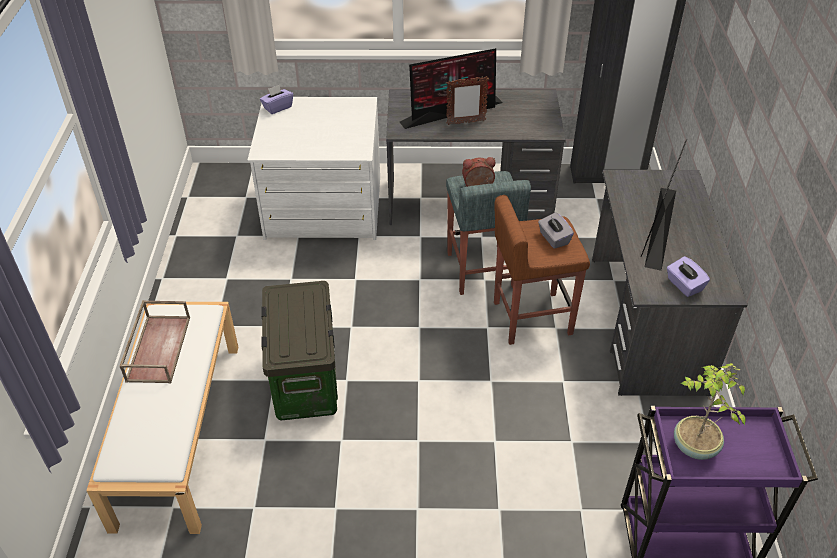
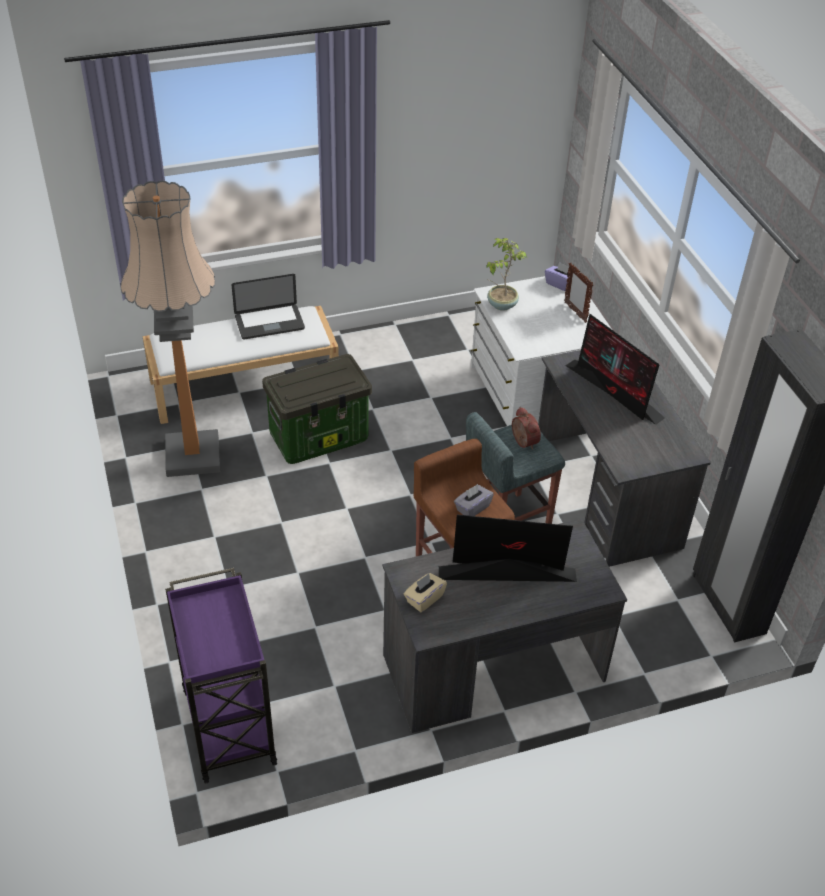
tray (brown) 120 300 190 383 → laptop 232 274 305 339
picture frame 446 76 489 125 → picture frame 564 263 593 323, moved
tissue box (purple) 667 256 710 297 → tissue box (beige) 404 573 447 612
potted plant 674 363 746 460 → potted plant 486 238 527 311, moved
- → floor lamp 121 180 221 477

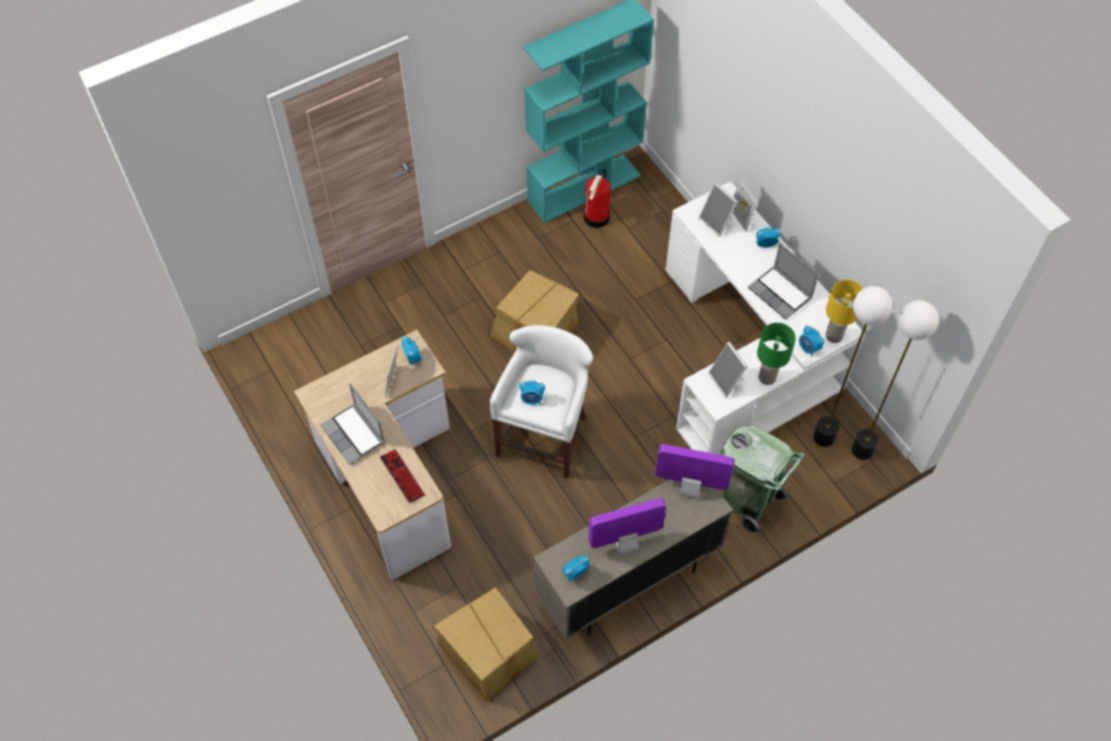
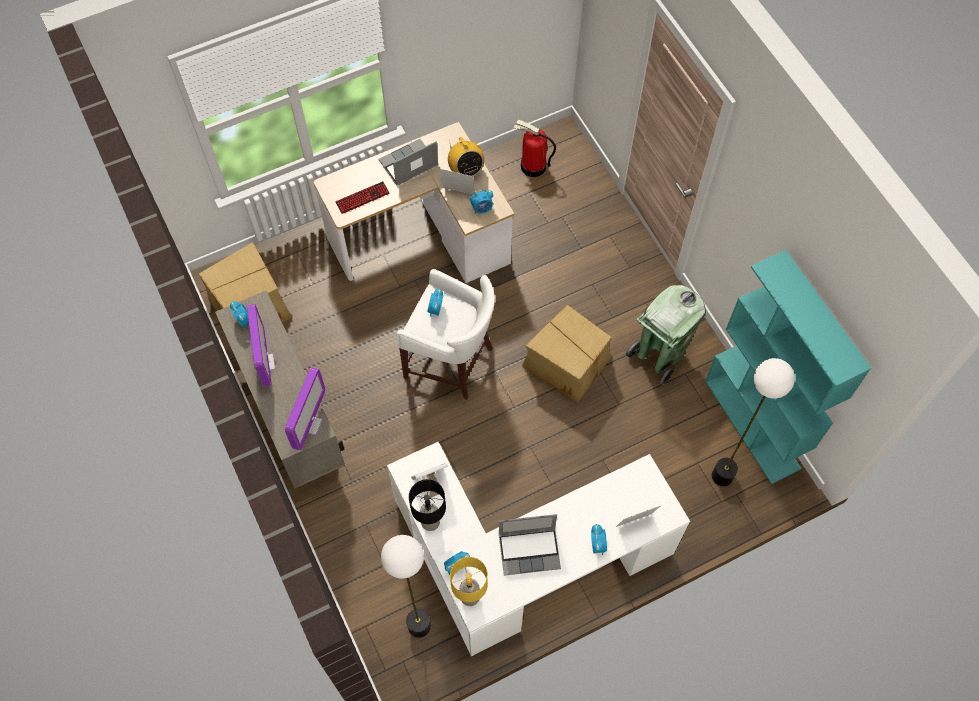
fire extinguisher 584 168 610 228 → fire extinguisher 513 120 556 177, moved
picture frame 699 183 737 237 → -
trash can (green) 721 426 805 535 → trash can (green) 626 285 706 385, moved
laptop 748 243 819 320 → laptop 499 514 561 576, 150 degrees counterclockwise
table lamp (green) 757 323 796 385 → table lamp (black) 409 479 446 531
floor lamp 852 300 939 460 → floor lamp 712 358 795 486, moved
- → radio 448 137 484 176

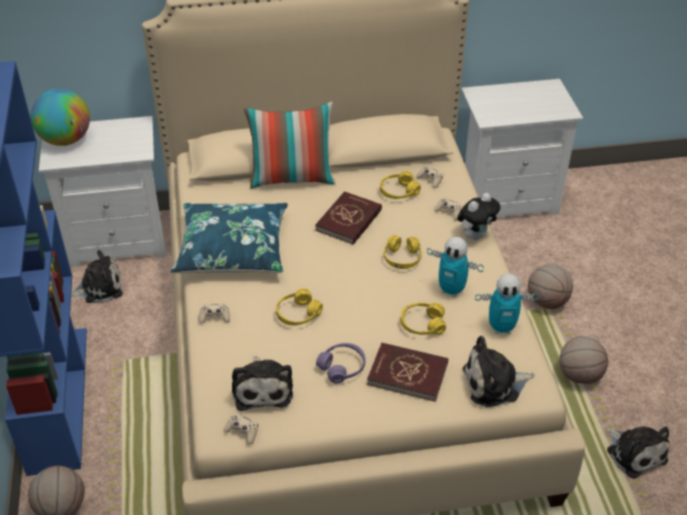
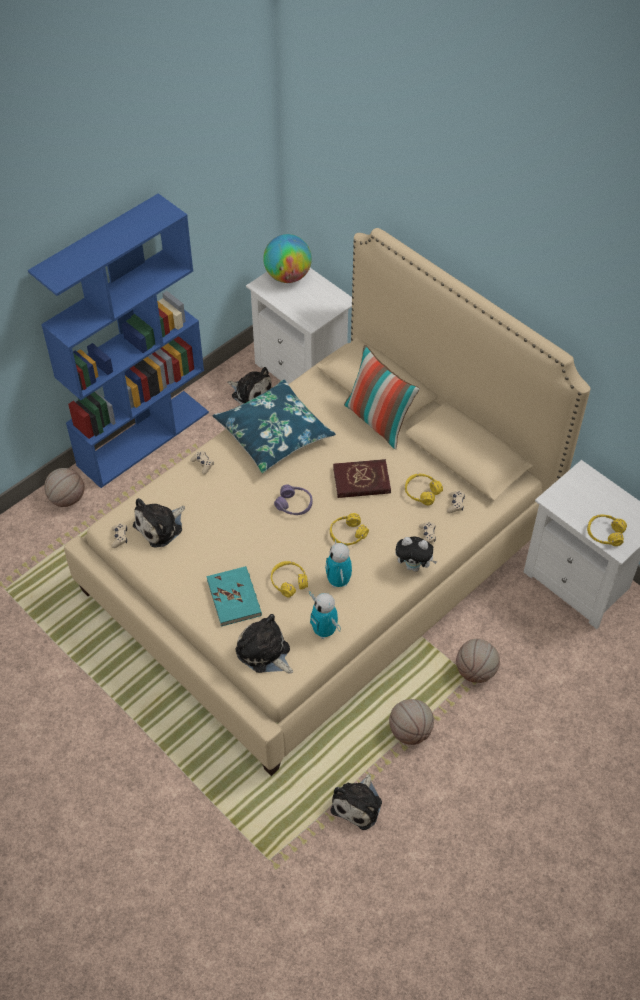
headphones (yellow) 276 288 323 325 → headphones (yellow) 587 514 627 546, moved
headphones (purple) 316 343 365 384 → headphones (purple) 274 485 312 515, moved
book (red) 367 343 448 402 → book (turquoise) 207 566 262 627

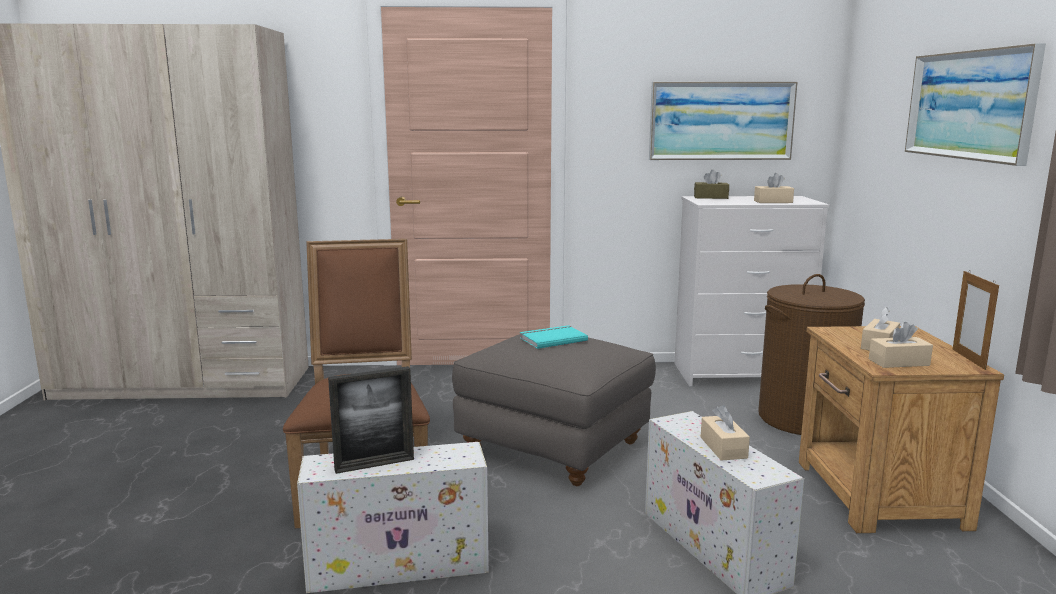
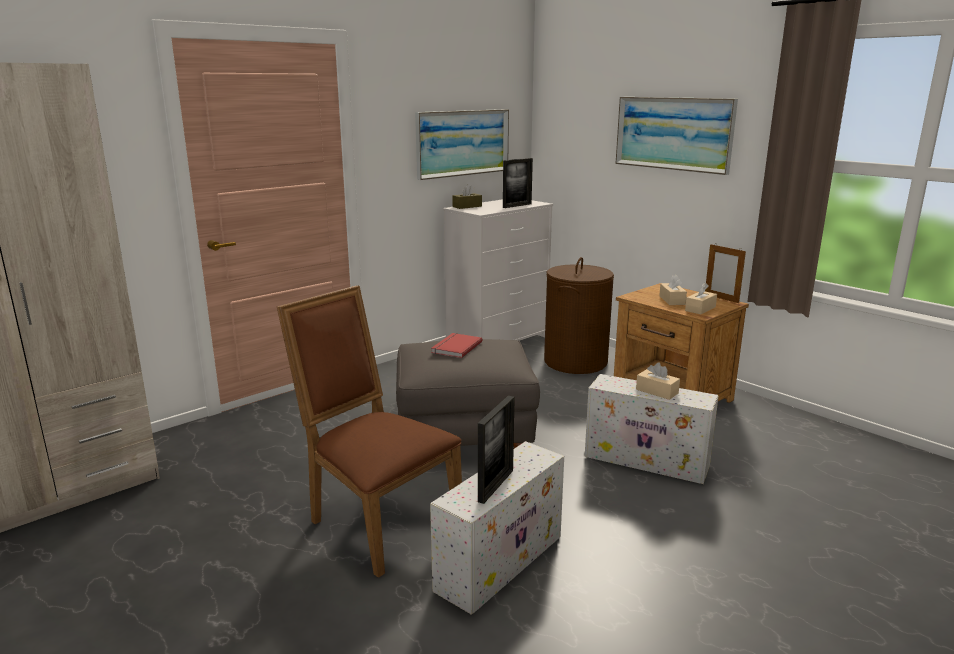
book (turquoise) 520 325 588 349 → book (red) 431 333 482 358
tissue box (beige) 754 173 794 203 → picture frame 503 158 533 208

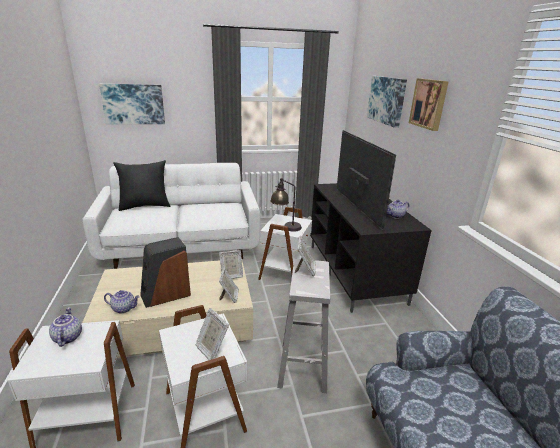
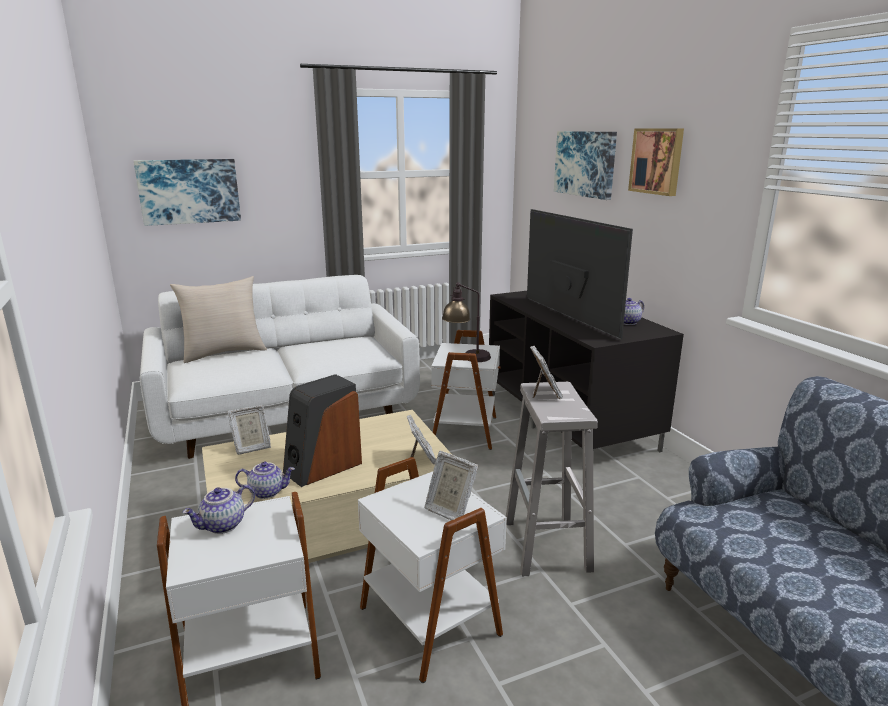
teapot 49 307 82 347 → teapot 182 485 255 534, 105 degrees counterclockwise
pillow (black) 113 160 171 211 → pillow (beige) 170 276 267 363
picture frame 219 250 243 279 → picture frame 227 405 271 455, moved

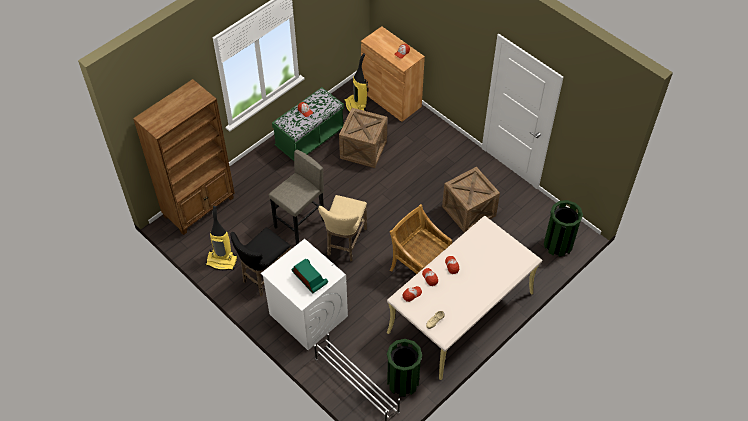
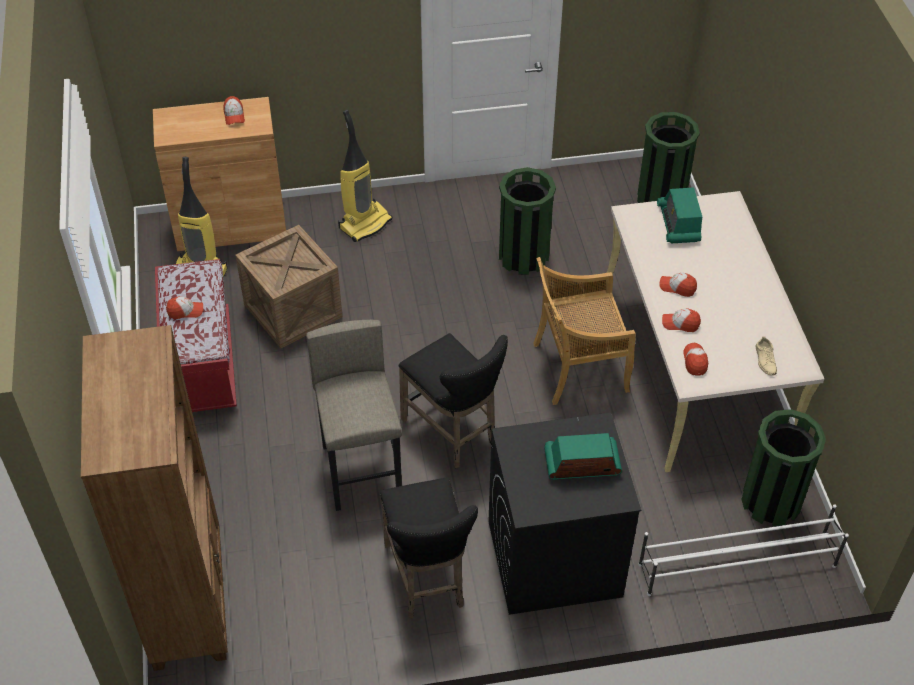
vacuum cleaner 206 206 238 270 → vacuum cleaner 338 110 393 242, moved
washing machine (white) 261 239 348 350 → washing machine (black) 489 412 641 615
bench (green) 272 87 344 161 → bench (red) 155 259 237 412
stool (beige) 318 195 367 261 → stool (black) 398 333 508 468
crate 442 167 500 233 → trash can (green) 499 167 556 275
- → radio 657 187 702 243

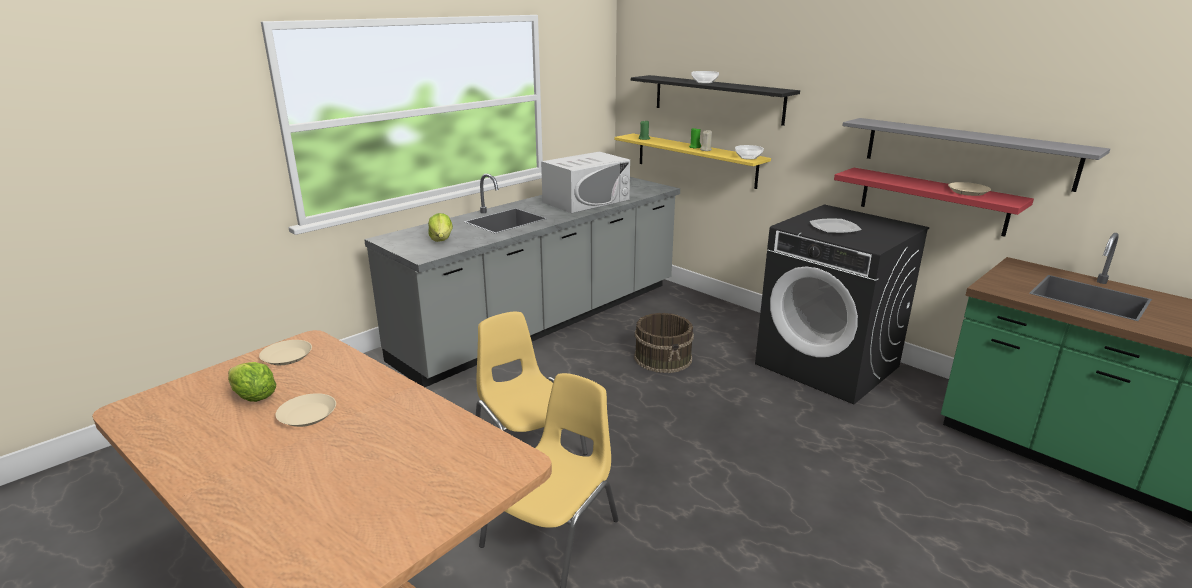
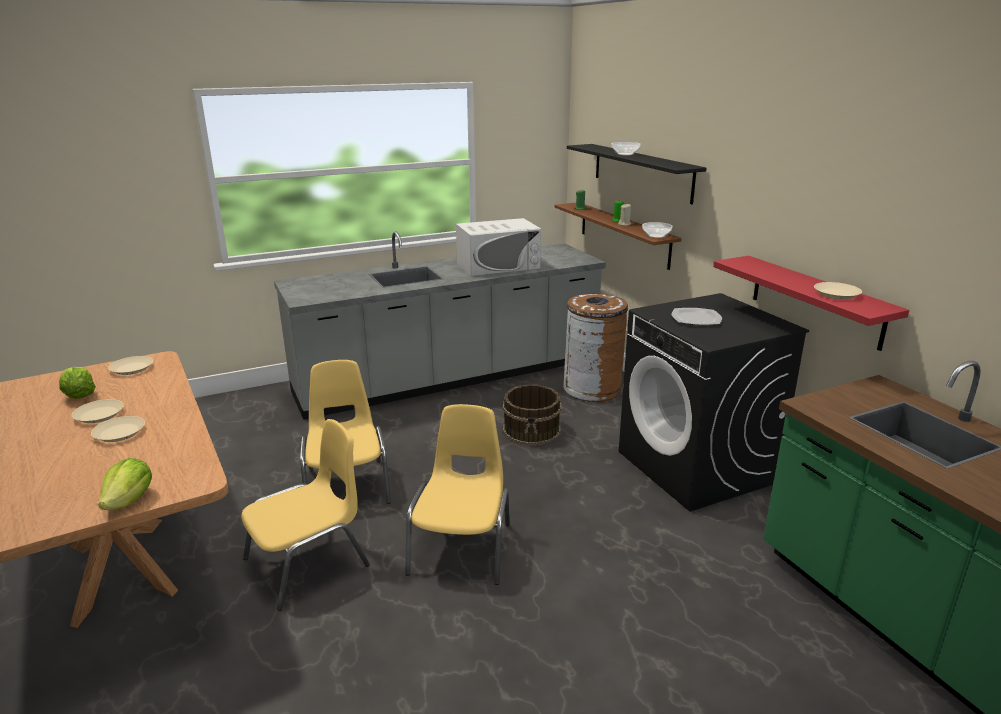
lettuce 428 213 453 242 → lettuce 98 458 152 510, moved
shelf (yellow) 614 133 771 189 → shelf (brown) 554 203 682 270
shelf (grey) 842 118 1110 192 → -
- → plate (beige) 91 416 145 442
- → chair (yellow) 405 404 510 585
- → trash can (brown) 563 294 628 402

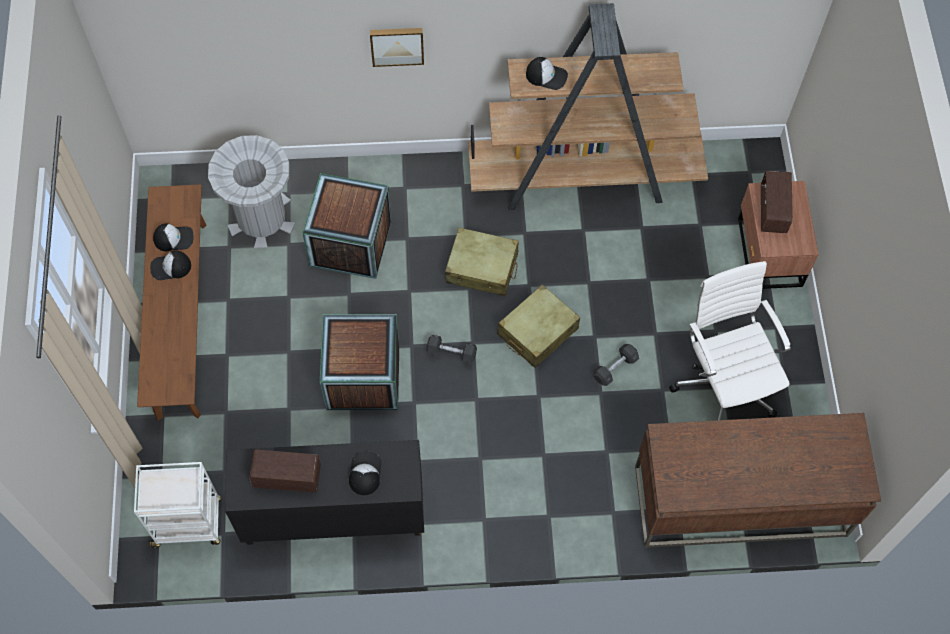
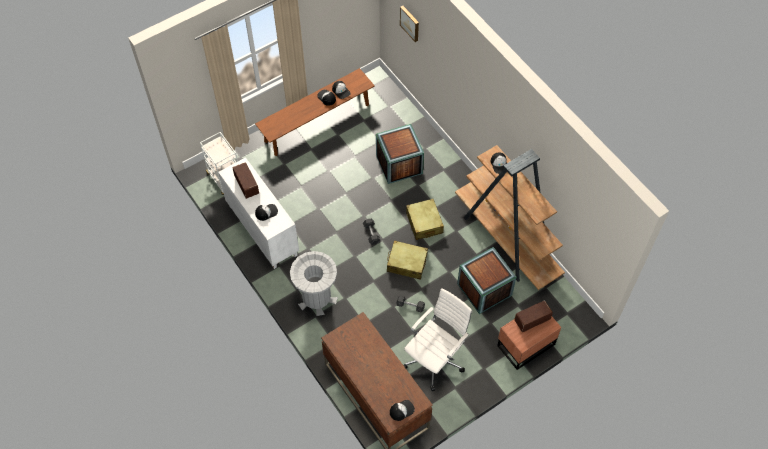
trash can (grey) 208 135 296 249 → trash can (grey) 290 251 338 316, moved
cabinet (black) 225 440 424 545 → cabinet (white) 218 157 299 269
crate 320 314 399 410 → crate 457 247 516 314, moved
picture 370 28 424 67 → picture 400 6 419 42, moved
- → cap 390 400 415 421

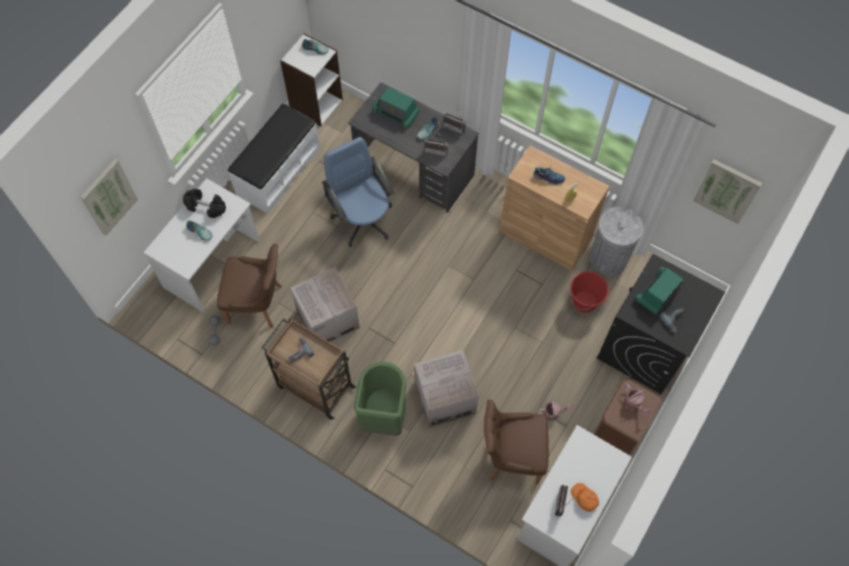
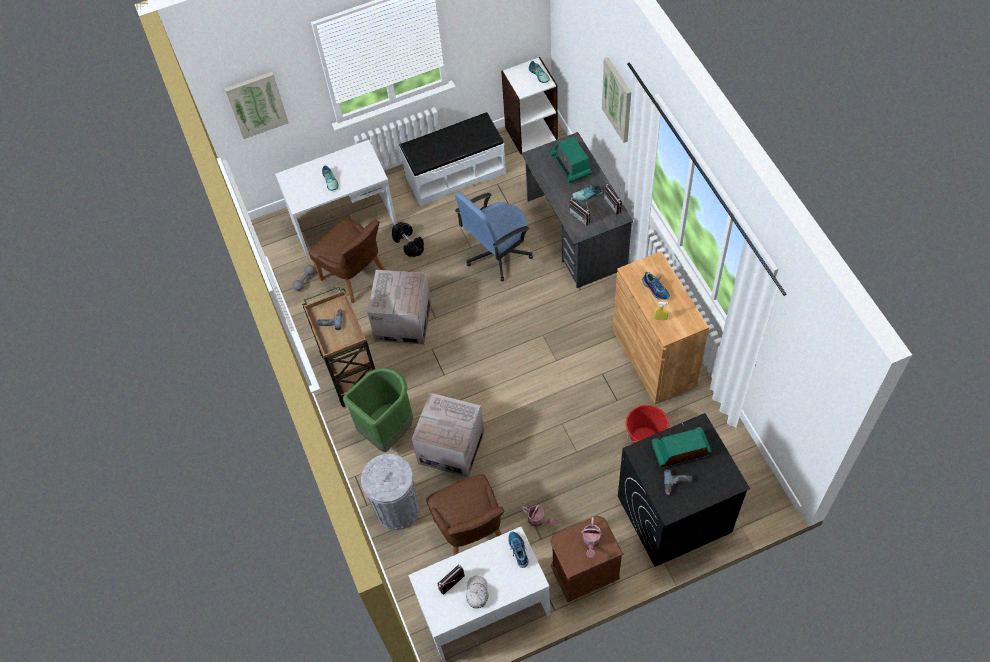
dumbbell (black) 183 189 226 218 → dumbbell (black) 392 222 424 257, moved
office chair (blue) 322 137 394 247 → office chair (blue) 455 192 533 281, 135 degrees counterclockwise
chair (brown) 484 399 549 484 → chair (brown) 426 474 504 555, 150 degrees counterclockwise
cap (orange) 571 483 599 512 → cap (white) 466 576 489 608
trash can (grey) 590 207 643 276 → trash can (grey) 361 454 419 530, moved
picture 693 159 762 224 → picture 602 57 631 143, moved
- → shoe 508 531 529 568

